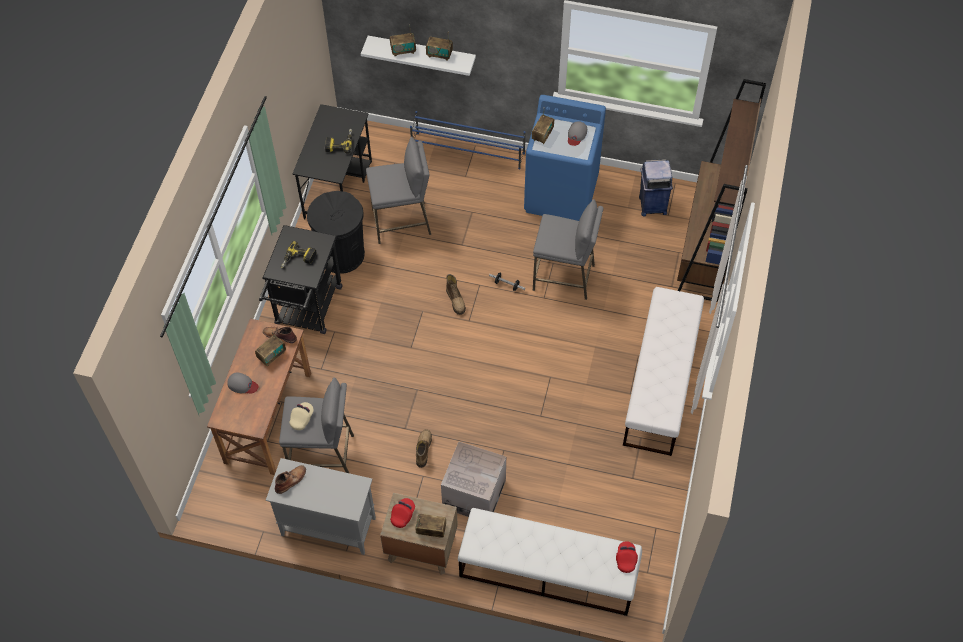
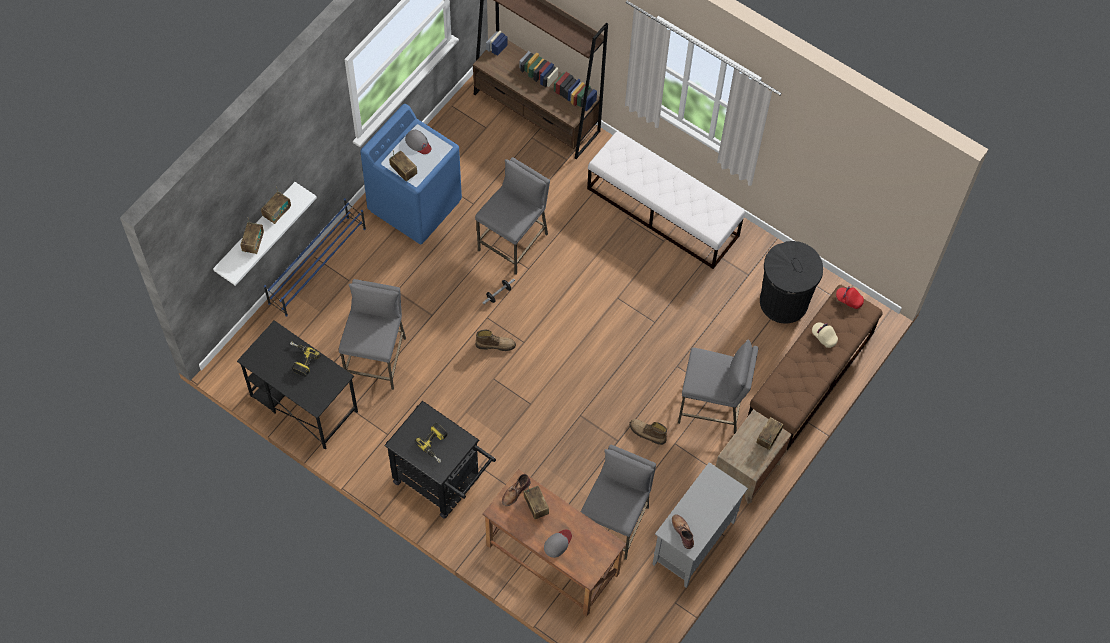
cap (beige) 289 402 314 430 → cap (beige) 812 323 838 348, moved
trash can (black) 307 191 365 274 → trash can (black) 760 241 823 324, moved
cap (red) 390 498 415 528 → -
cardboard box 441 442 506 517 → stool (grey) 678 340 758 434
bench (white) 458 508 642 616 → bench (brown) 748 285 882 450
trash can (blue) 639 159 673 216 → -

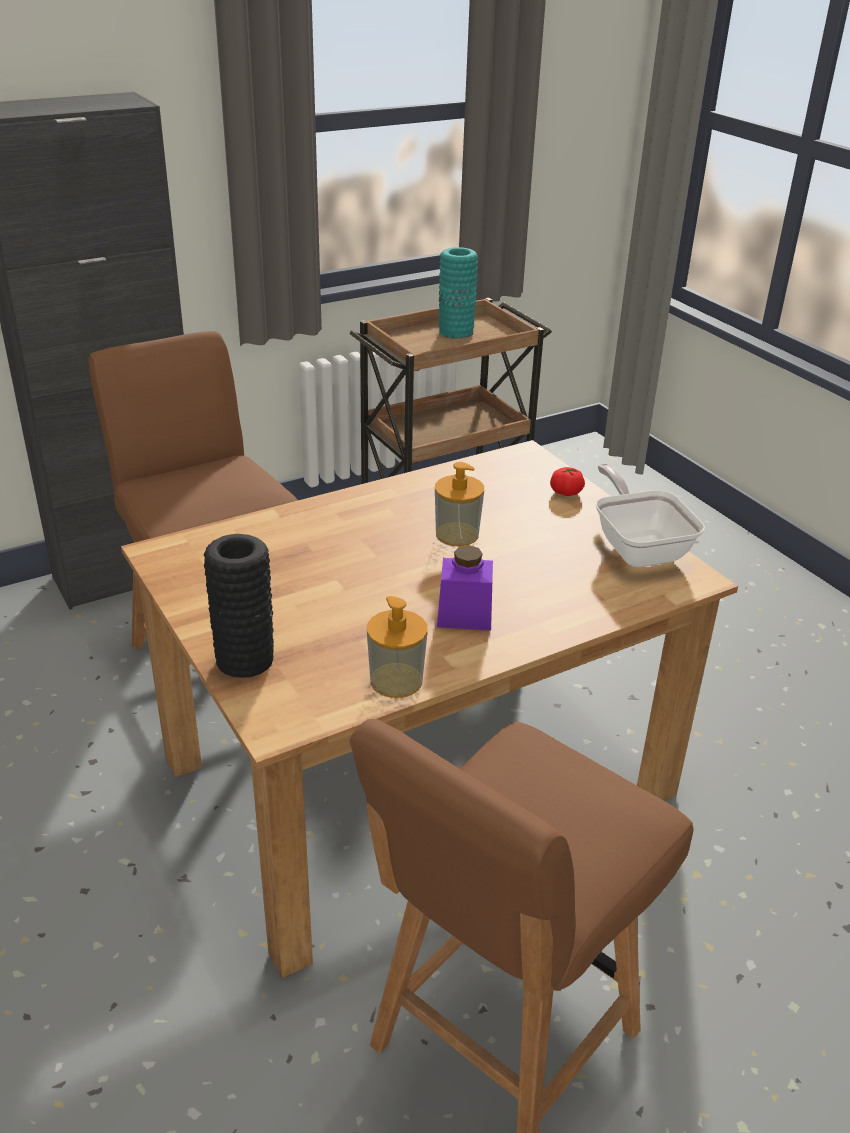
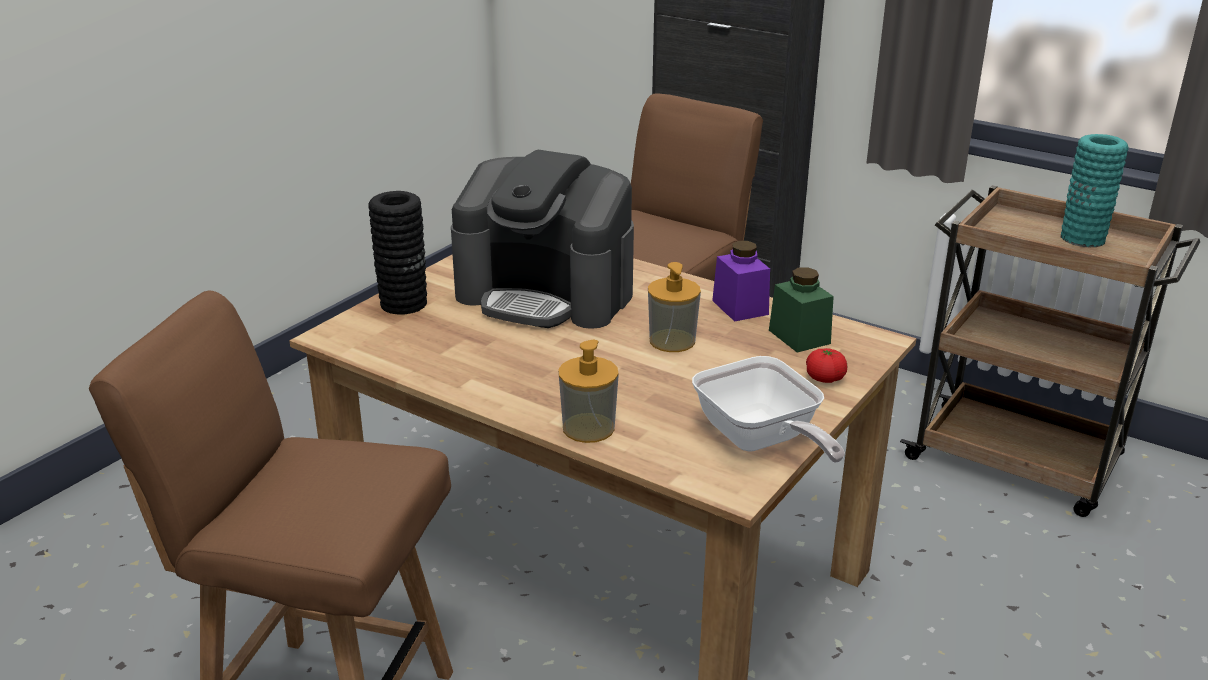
soap dispenser 367 596 428 698 → soap dispenser 558 340 619 443, moved
jar (purple) 437 545 493 630 → jar (purple) 712 241 770 322, moved
frying pan 596 464 705 567 → frying pan 692 356 845 463, 105 degrees clockwise
- → coffee machine 451 150 634 329
- → jar (green) 769 267 834 353

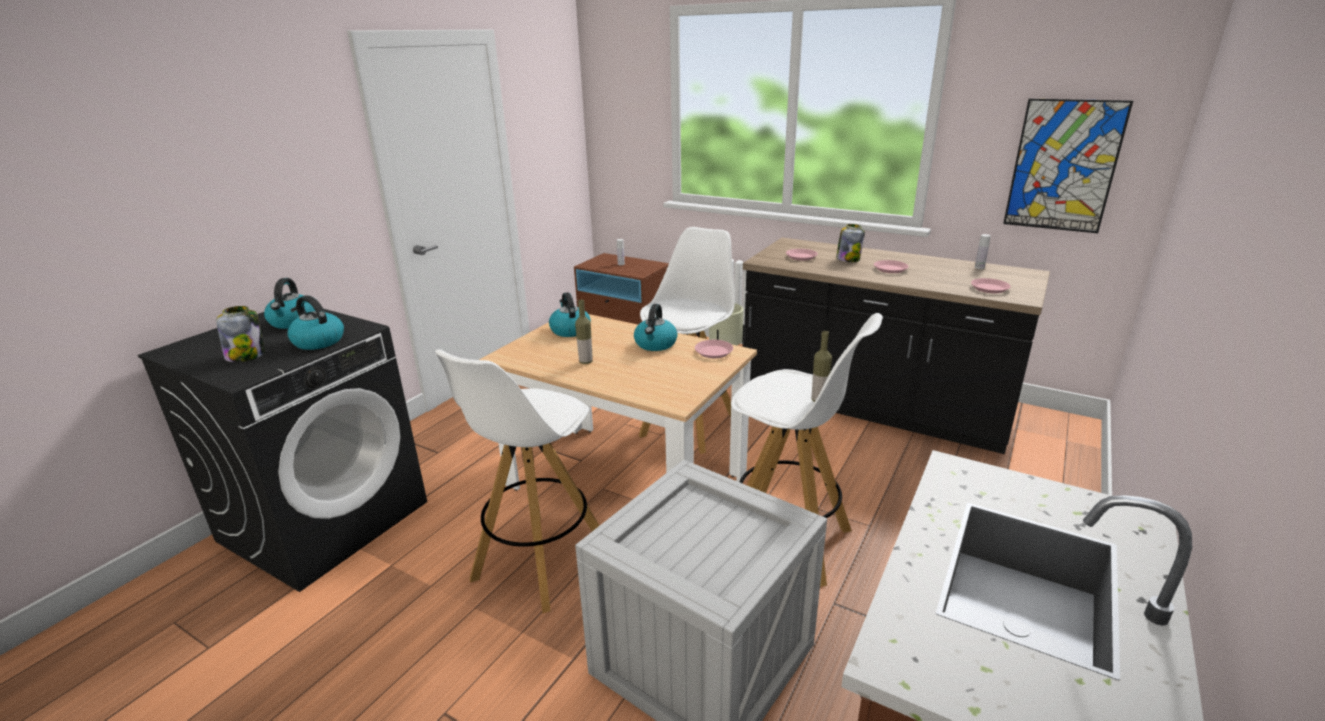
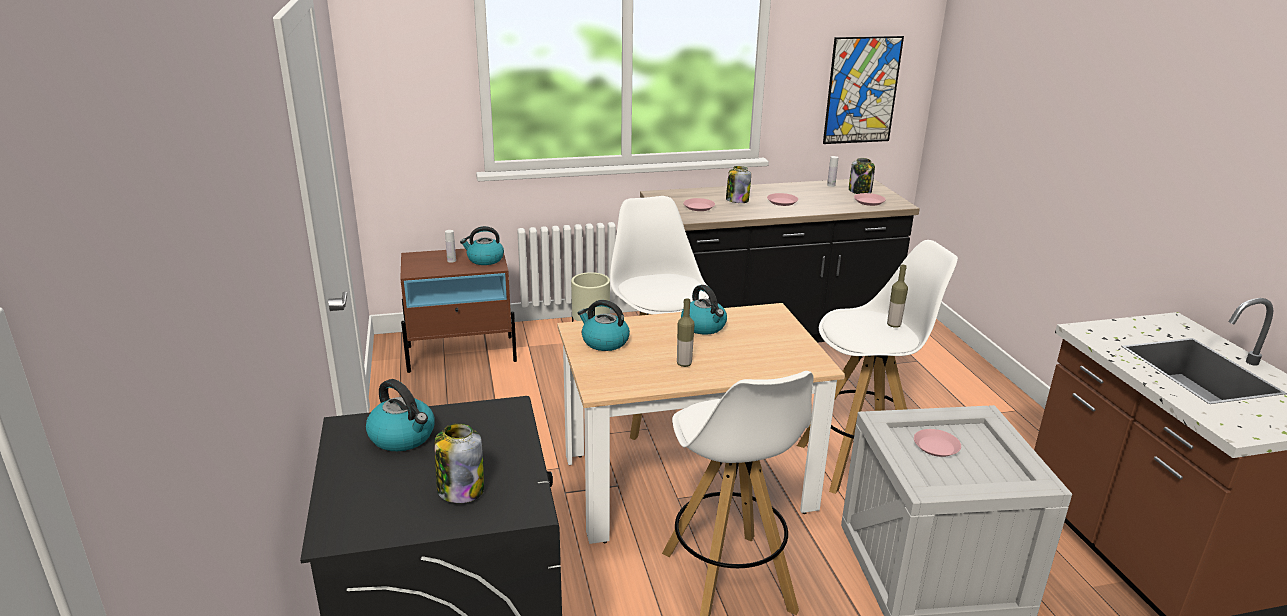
kettle 287 295 344 350 → kettle 460 226 504 265, moved
plate (pink) 695 340 733 358 → plate (pink) 914 429 961 457, moved
- → jar 849 158 875 194

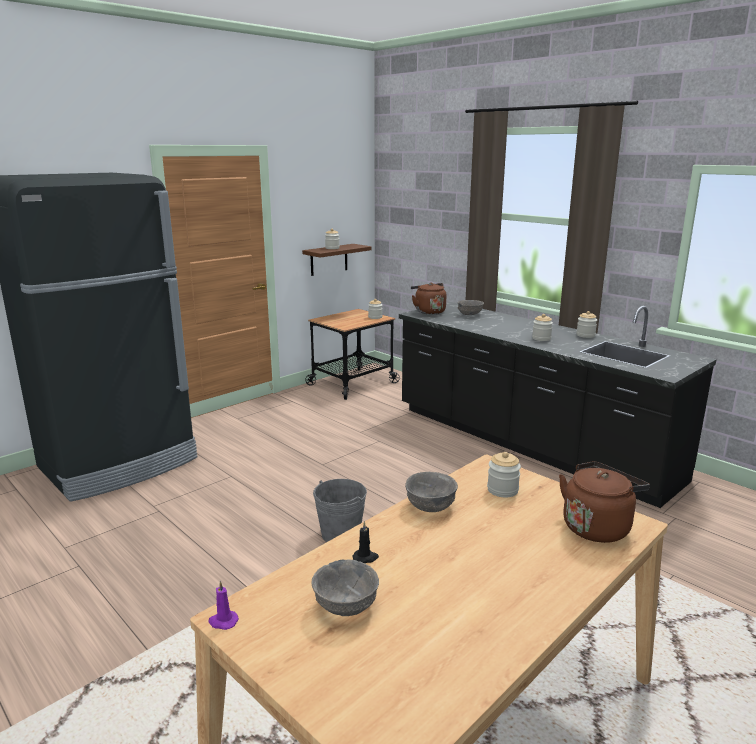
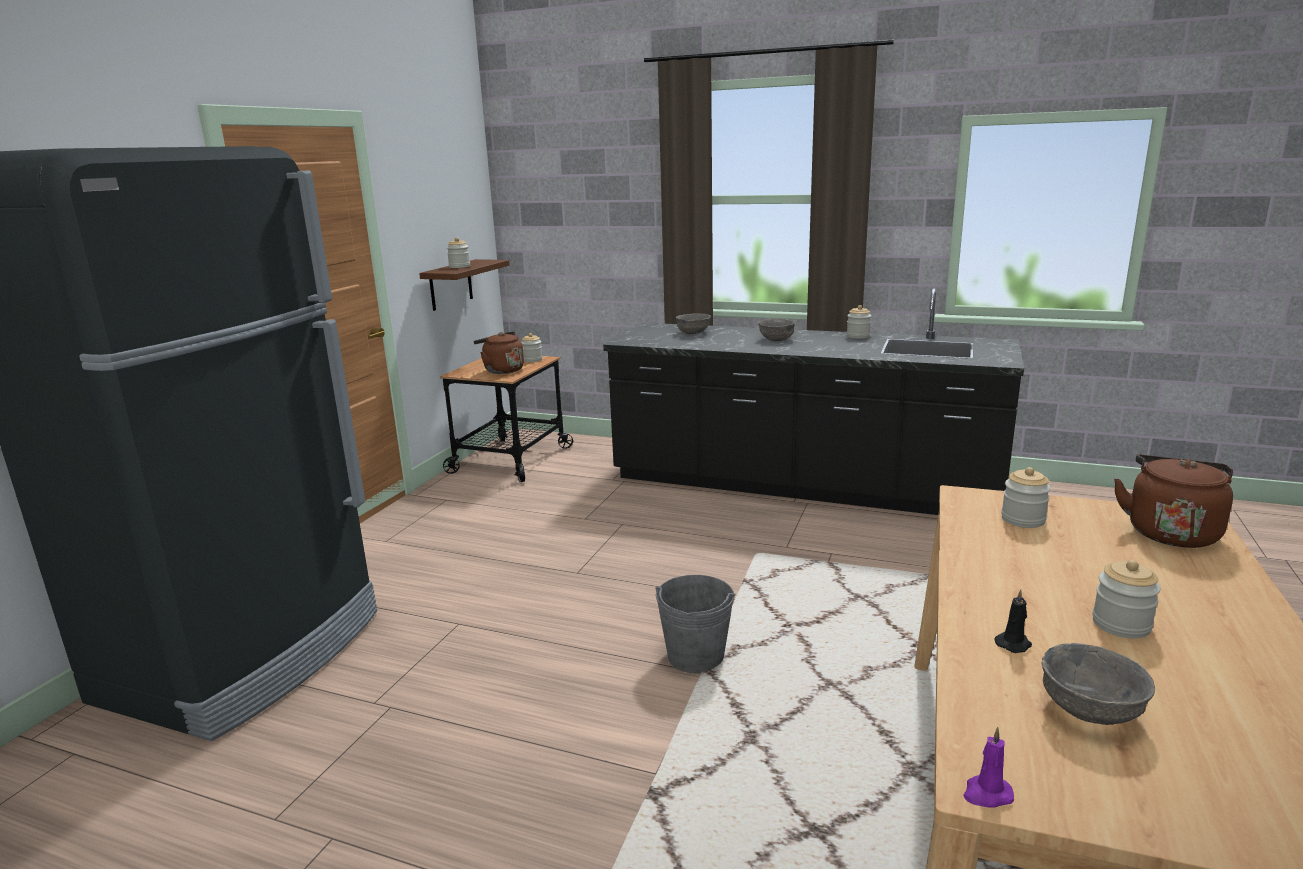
bowl (grey) 405 472 458 512 → bowl (grey) 758 318 795 341, moved
kettle (brown) 411 282 446 314 → kettle (brown) 474 331 524 374, moved
jar 532 314 553 341 → jar 1092 560 1161 638, moved

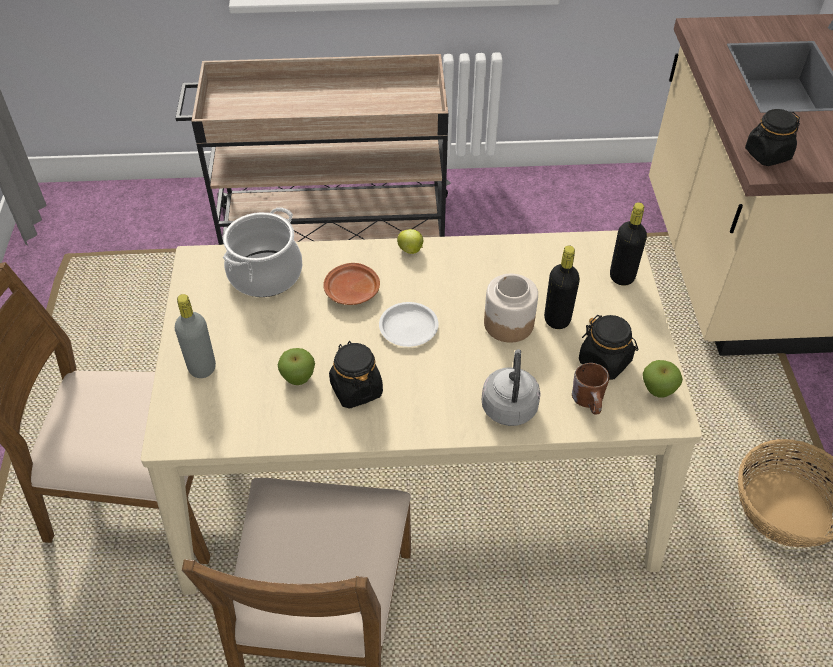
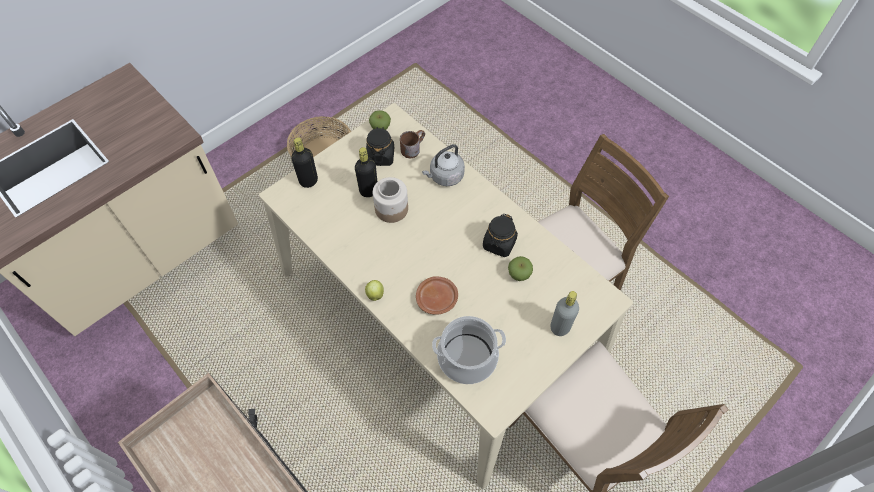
plate (white) 379 302 439 347 → -
jar (black) 745 109 800 166 → -

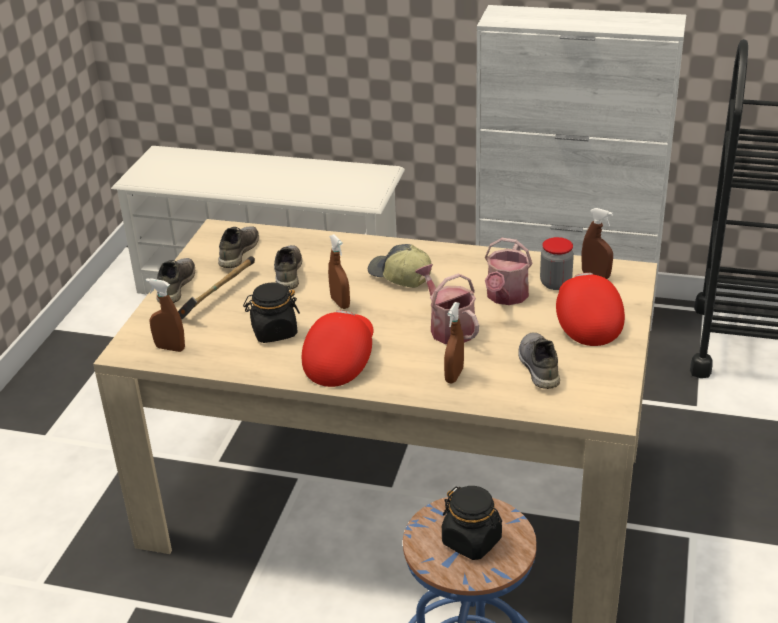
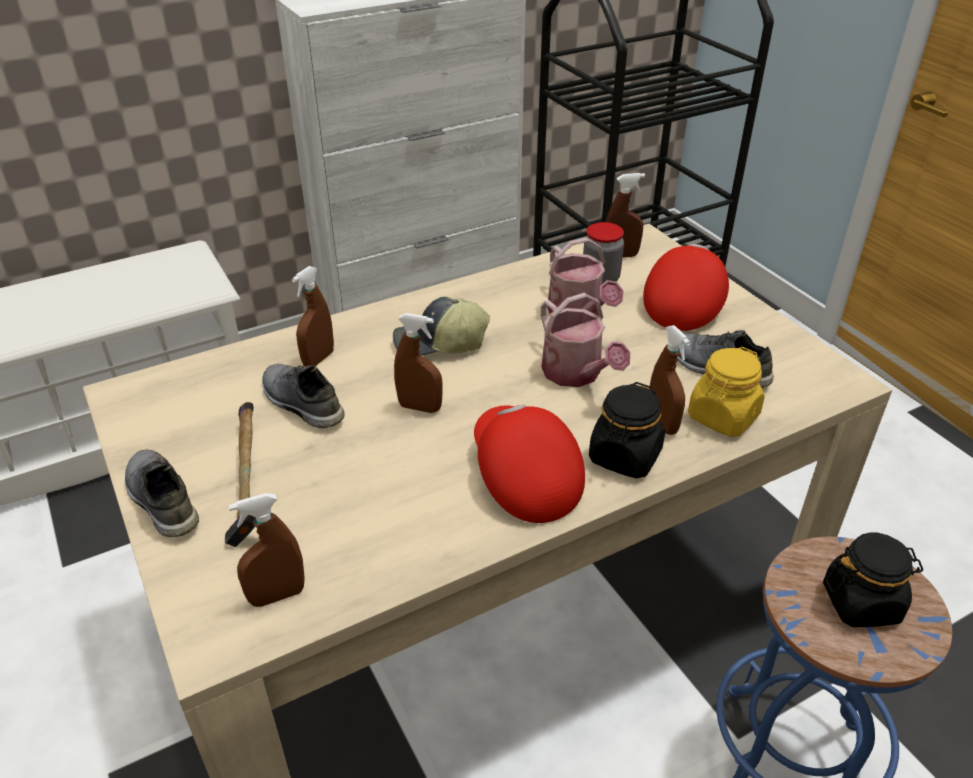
shoe (grey) 218 226 259 268 → -
jar (black) 243 283 300 343 → jar (black) 589 382 665 479, moved
watering can 415 264 479 344 → watering can 541 293 630 387, 135 degrees counterclockwise
cap (red) 556 273 625 346 → cap (red) 643 244 729 331, 75 degrees clockwise
- → spray bottle (brown) 292 266 334 367
- → jar (yellow) 688 347 765 437

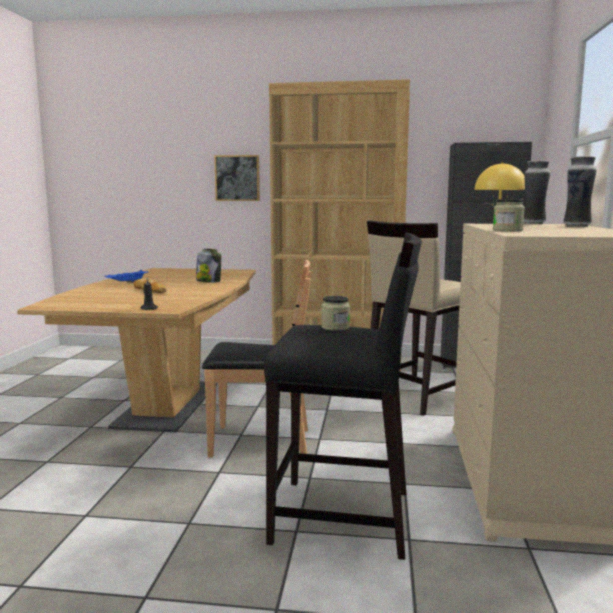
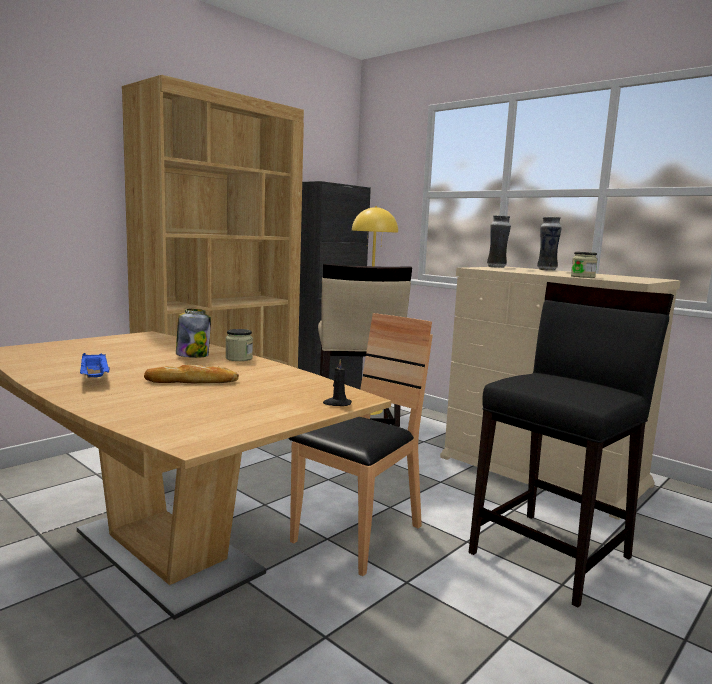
picture 214 155 260 201 → -
jar 321 296 350 331 → jar 226 329 253 361, moved

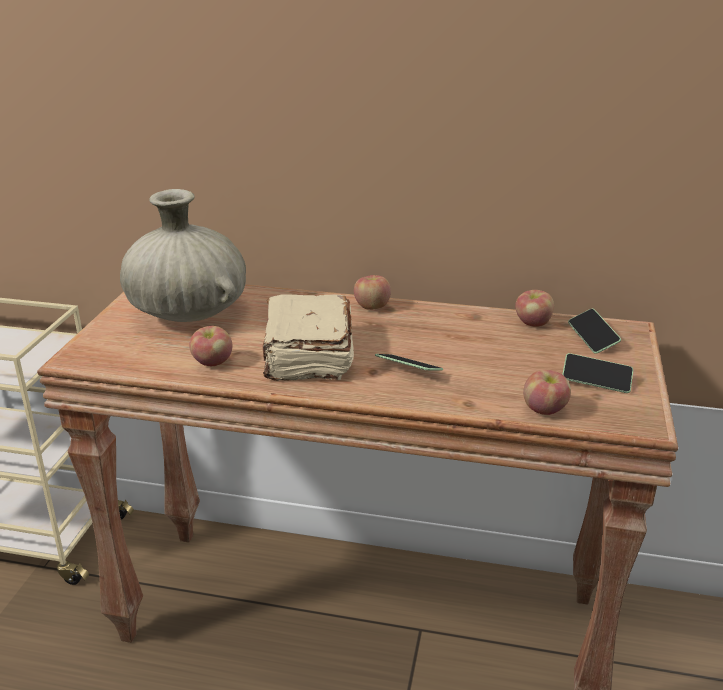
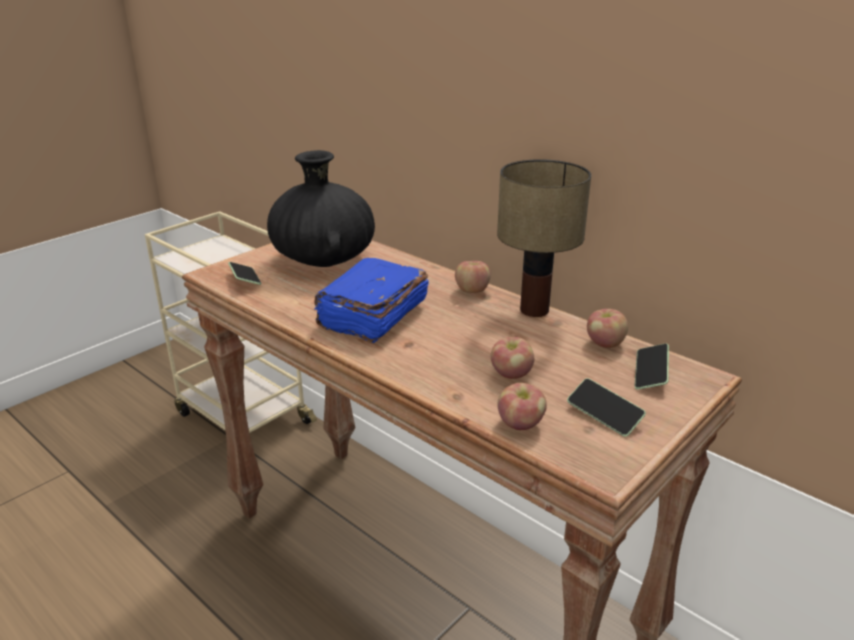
vase (beige) 120 189 246 322 → vase (black) 267 150 375 267
apple 189 326 233 366 → apple 491 337 534 379, moved
book (beige) 263 294 354 381 → book (blue) 314 258 429 343
phone 375 354 443 371 → phone 228 262 261 285, moved
- → table lamp 497 159 591 317

